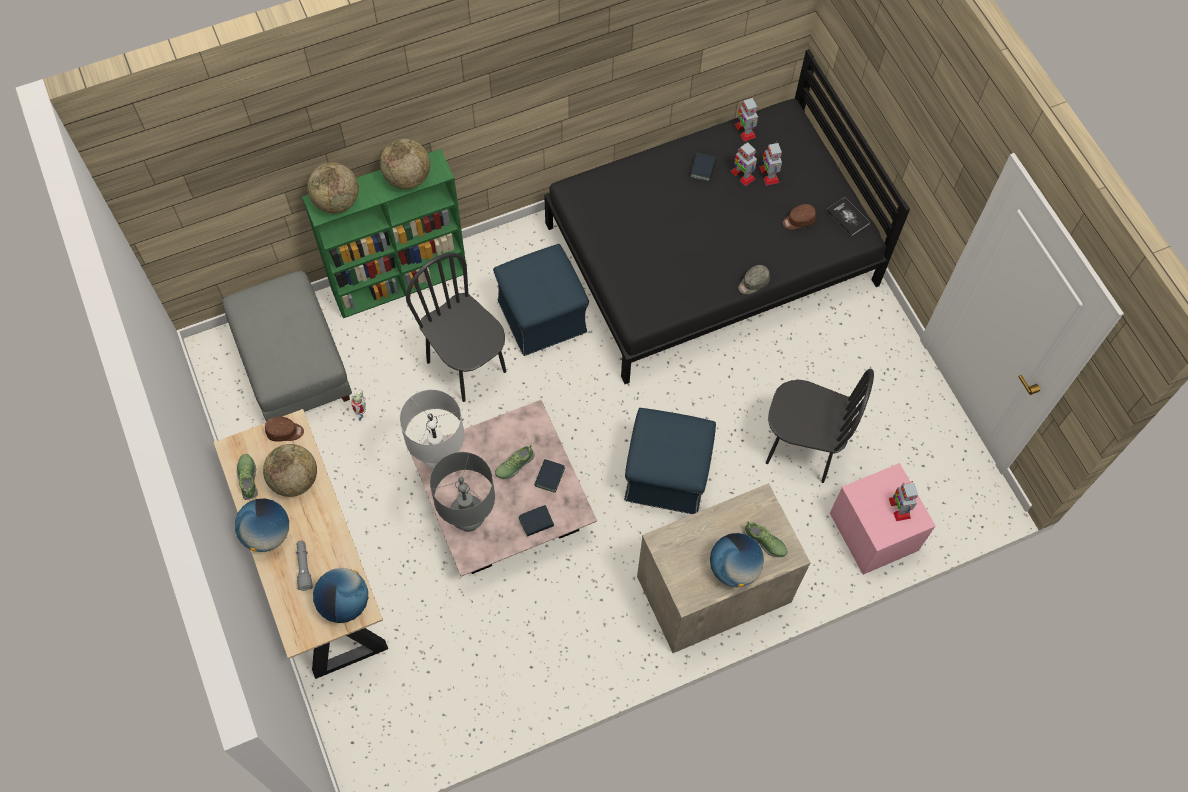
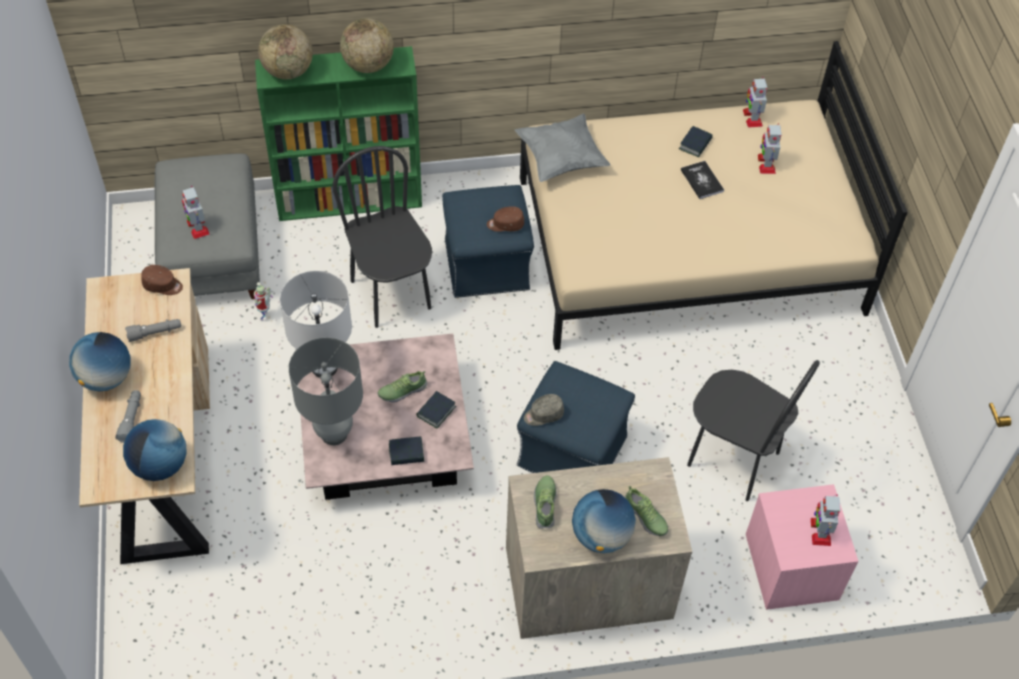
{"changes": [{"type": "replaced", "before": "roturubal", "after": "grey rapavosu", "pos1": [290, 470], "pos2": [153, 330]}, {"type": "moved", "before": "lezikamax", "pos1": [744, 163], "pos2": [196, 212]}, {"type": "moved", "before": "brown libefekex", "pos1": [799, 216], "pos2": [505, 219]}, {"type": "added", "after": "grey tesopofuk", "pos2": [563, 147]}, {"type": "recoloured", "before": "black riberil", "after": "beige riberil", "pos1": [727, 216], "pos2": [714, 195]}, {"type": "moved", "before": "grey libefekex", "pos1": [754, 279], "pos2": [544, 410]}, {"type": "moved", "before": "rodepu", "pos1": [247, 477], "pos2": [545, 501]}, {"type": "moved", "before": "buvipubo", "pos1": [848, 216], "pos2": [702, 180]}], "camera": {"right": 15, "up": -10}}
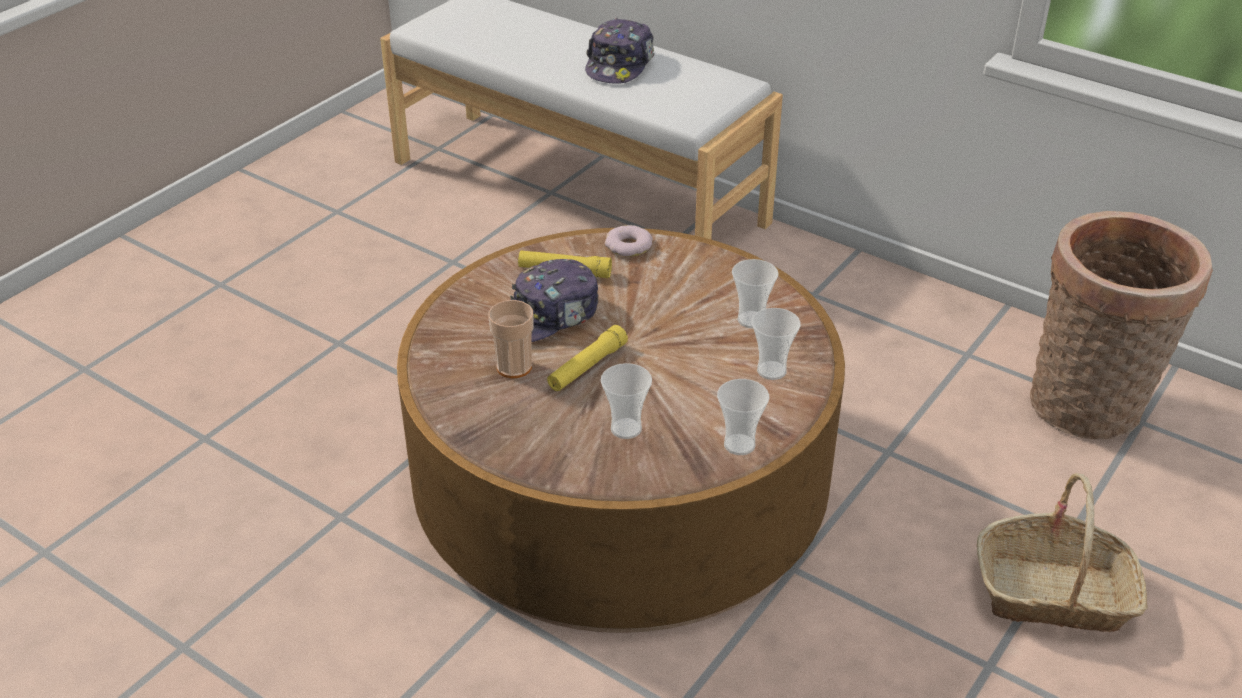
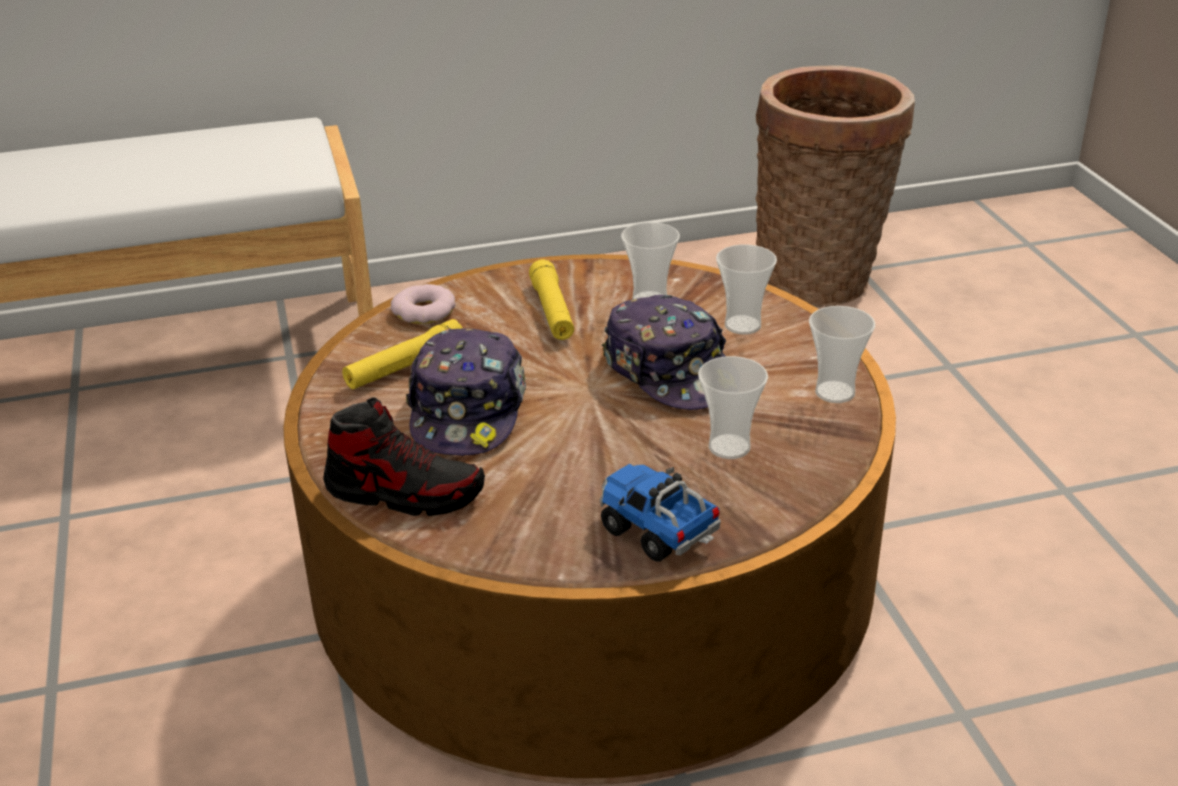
{"changes": [{"type": "added", "after": "rodepu", "pos2": [404, 457]}, {"type": "moved", "before": "yellow rapavosu", "pos1": [587, 358], "pos2": [551, 300]}, {"type": "added", "after": "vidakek", "pos2": [660, 513]}, {"type": "moved", "before": "libefekex", "pos1": [620, 51], "pos2": [664, 352]}, {"type": "removed", "before": "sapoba", "pos1": [511, 339]}, {"type": "removed", "before": "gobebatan", "pos1": [1062, 552]}], "camera": {"right": -50, "up": -5}}
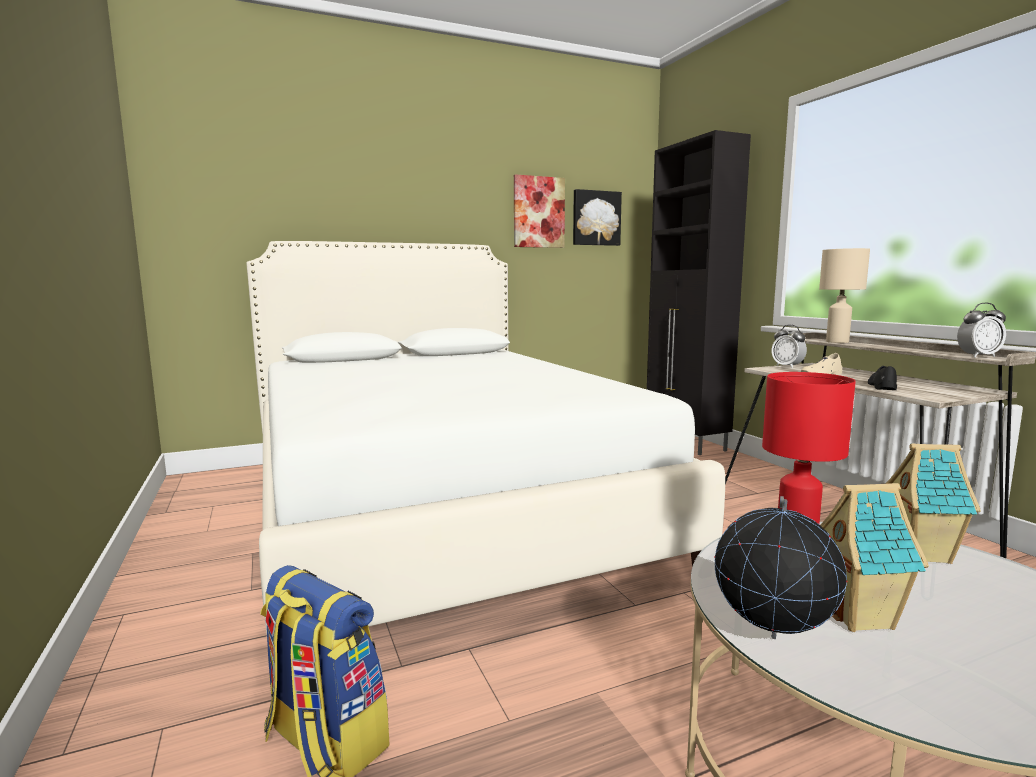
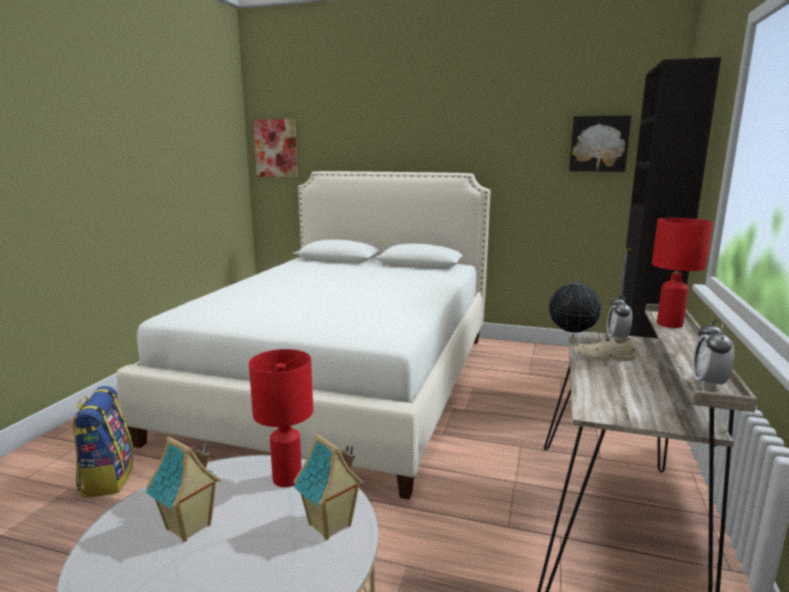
{"changes": [{"type": "moved", "before": "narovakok", "pos1": [539, 211], "pos2": [275, 148]}, {"type": "moved", "before": "roturubal", "pos1": [780, 567], "pos2": [575, 308]}, {"type": "recoloured", "before": "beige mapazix", "after": "red mapazix", "pos1": [844, 295], "pos2": [682, 273]}, {"type": "turned", "before": "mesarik", "pos1": [981, 330], "pos2": [713, 353], "turn": 75}, {"type": "removed", "before": "black rodepu", "pos1": [882, 378]}], "camera": {"right": 40, "up": 5}}
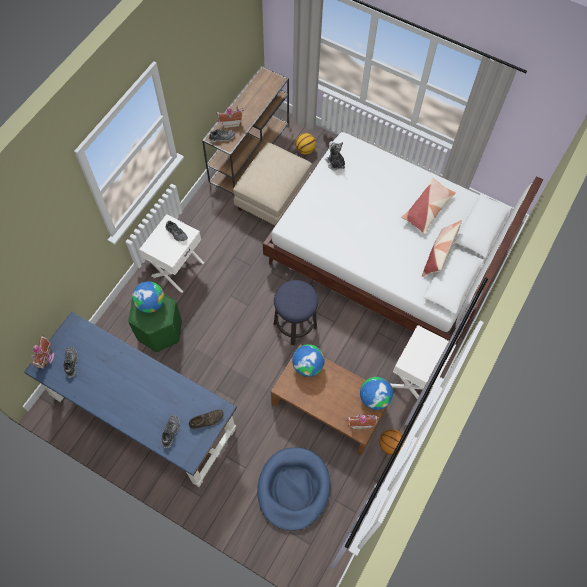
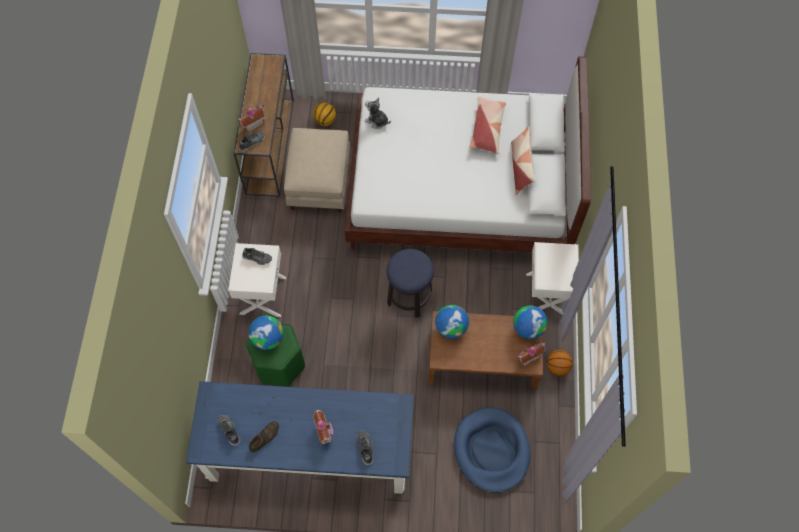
{"changes": [{"type": "moved", "before": "brown rodepu", "pos1": [206, 419], "pos2": [264, 437]}, {"type": "moved", "before": "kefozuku", "pos1": [43, 351], "pos2": [323, 426]}], "camera": {"right": -25, "up": 0}}
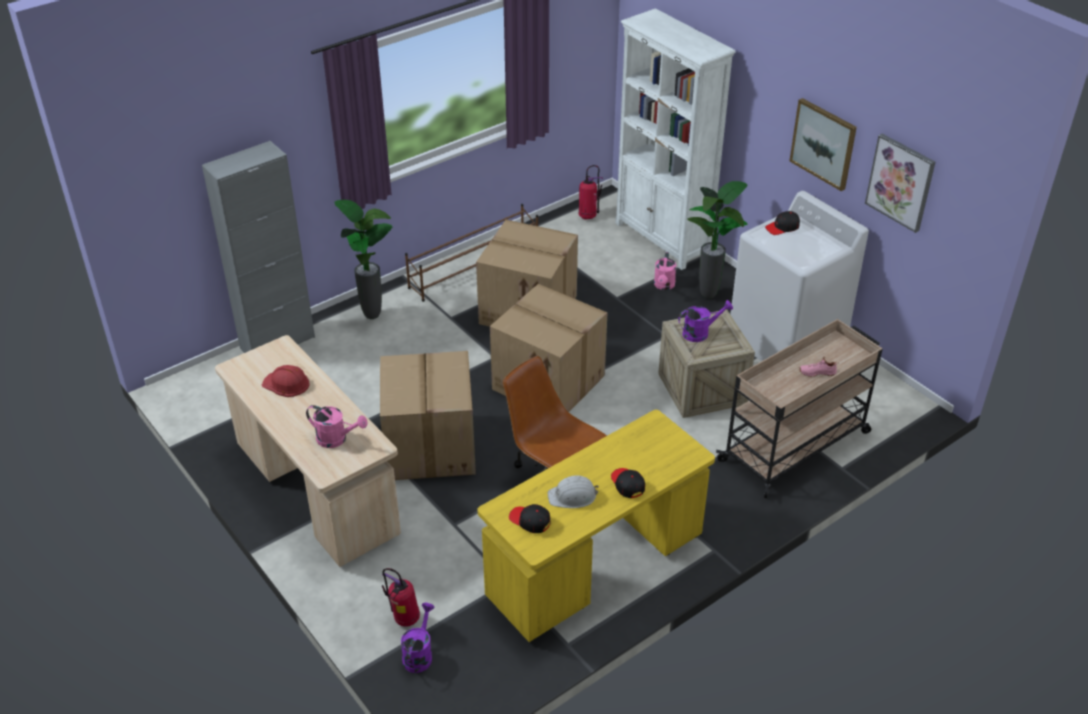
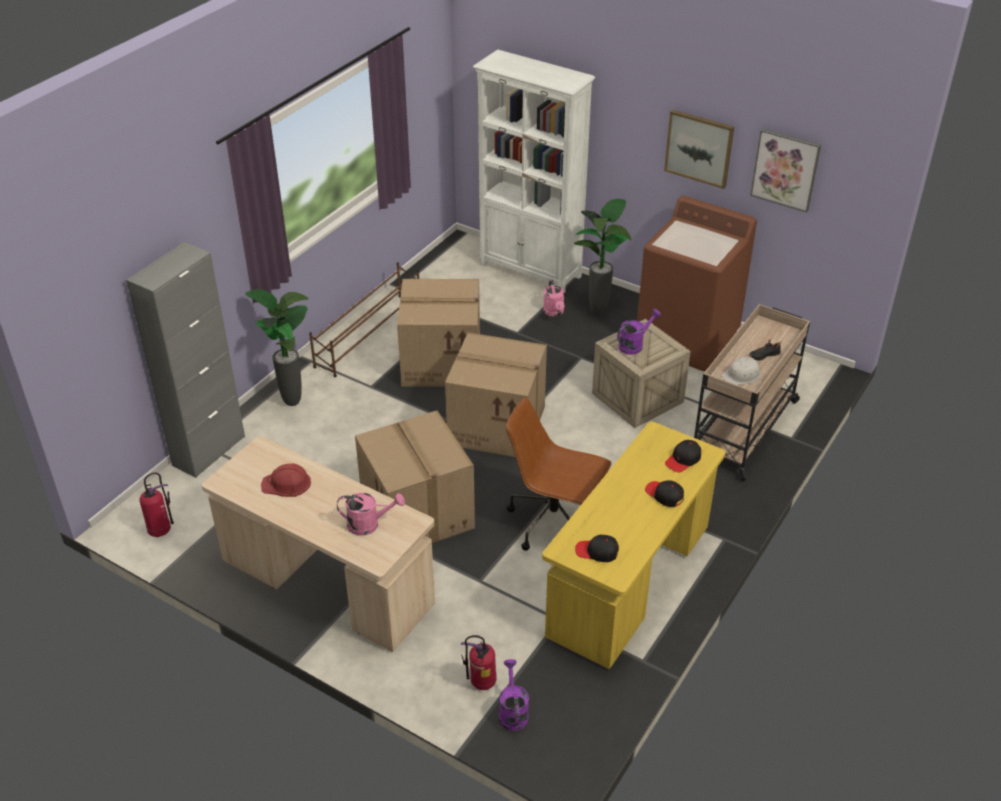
{"changes": [{"type": "moved", "before": "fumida", "pos1": [591, 192], "pos2": [157, 505]}, {"type": "recoloured", "before": "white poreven", "after": "brown poreven", "pos1": [799, 276], "pos2": [697, 283]}, {"type": "moved", "before": "black libefekex", "pos1": [782, 223], "pos2": [683, 456]}, {"type": "moved", "before": "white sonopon", "pos1": [573, 491], "pos2": [740, 371]}, {"type": "recoloured", "before": "pink rodepu", "after": "black rodepu", "pos1": [819, 366], "pos2": [765, 350]}], "camera": {"right": -20, "up": 0}}
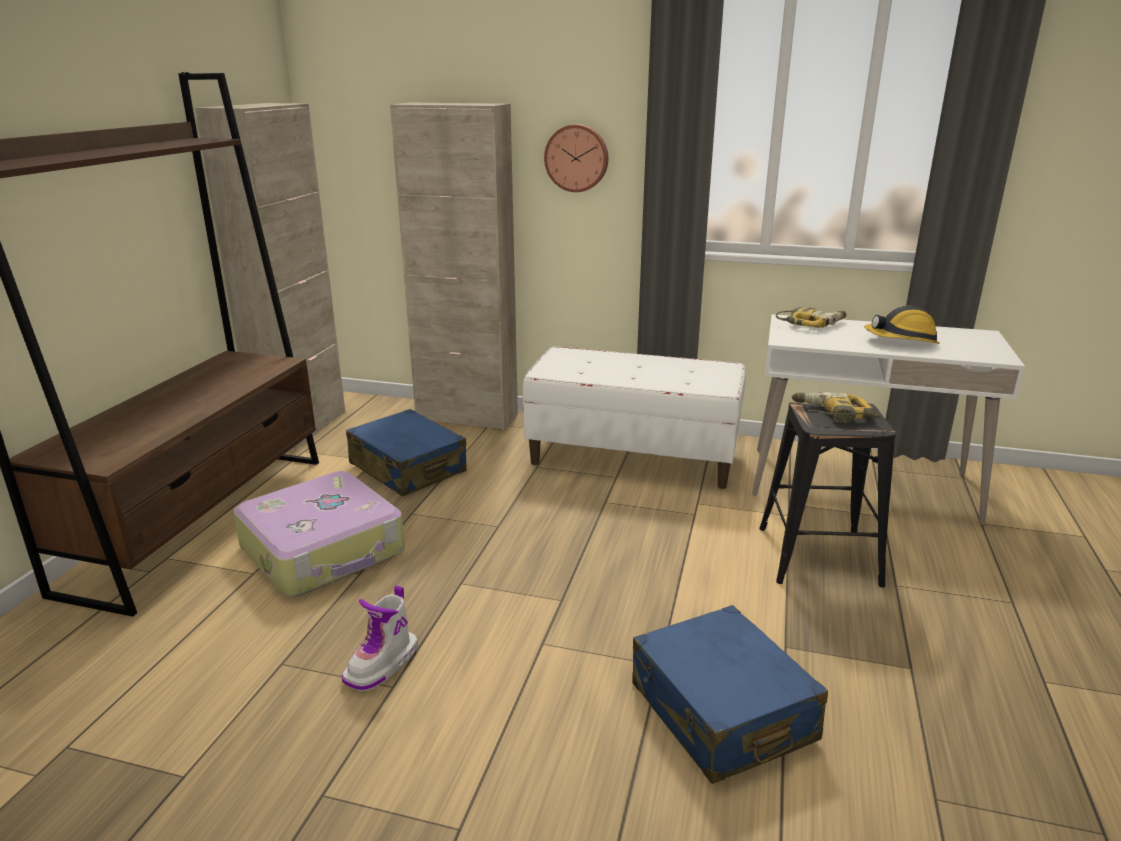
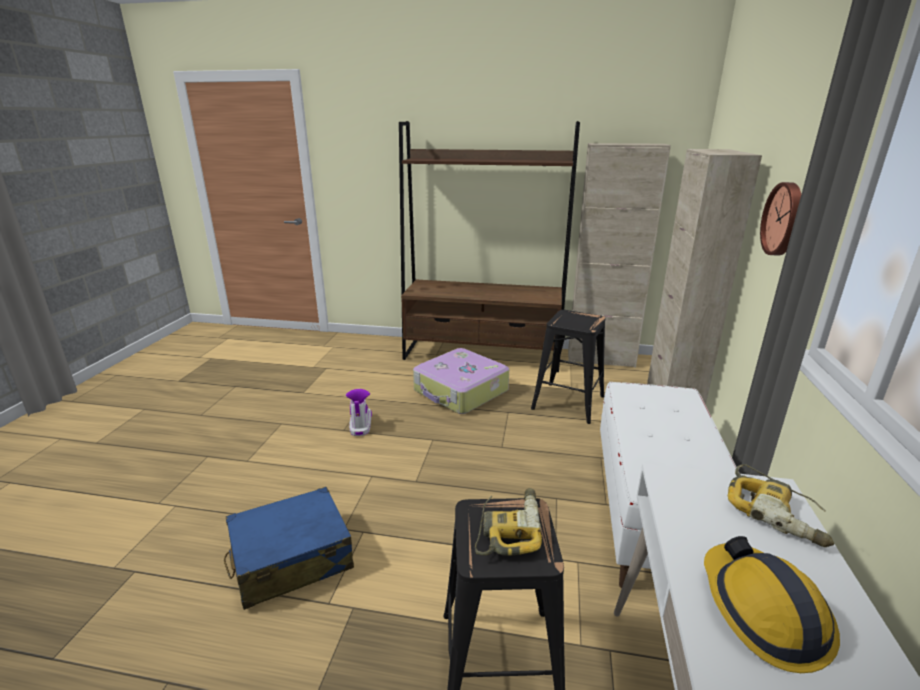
{"changes": [{"type": "turned", "before": "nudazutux", "pos1": [379, 638], "pos2": [359, 412], "turn": 60}, {"type": "replaced", "before": "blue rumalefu", "after": "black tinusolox", "pos1": [406, 452], "pos2": [568, 367]}], "camera": {"right": 85, "up": 0}}
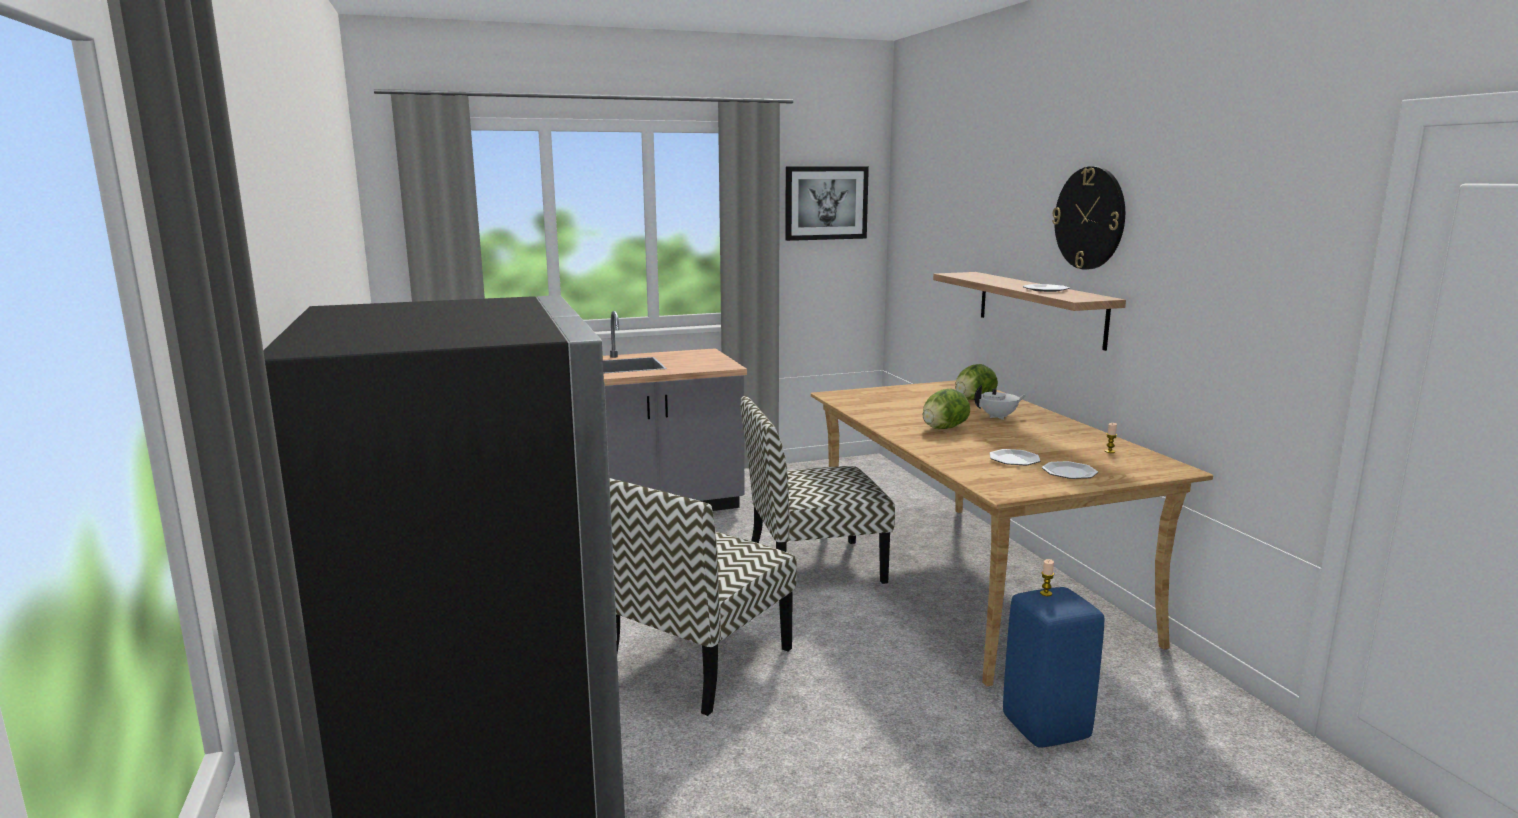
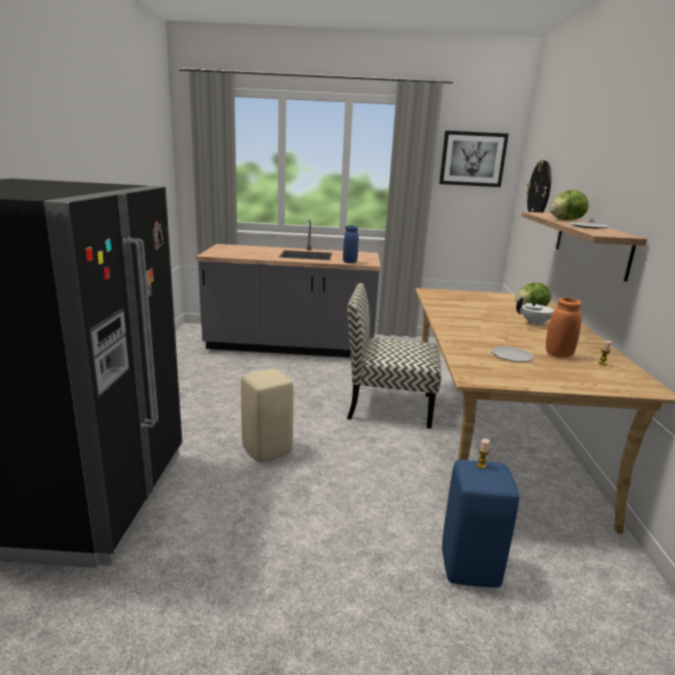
{"changes": [{"type": "replaced", "before": "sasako", "after": "beige tinusolox", "pos1": [703, 597], "pos2": [267, 416]}, {"type": "added", "after": "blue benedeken", "pos2": [351, 244]}, {"type": "moved", "before": "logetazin", "pos1": [1088, 218], "pos2": [538, 186]}, {"type": "added", "after": "orange benedeken", "pos2": [564, 327]}, {"type": "moved", "before": "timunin", "pos1": [946, 409], "pos2": [569, 205]}, {"type": "removed", "before": "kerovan", "pos1": [1070, 470]}], "camera": {"right": 20, "up": 5}}
